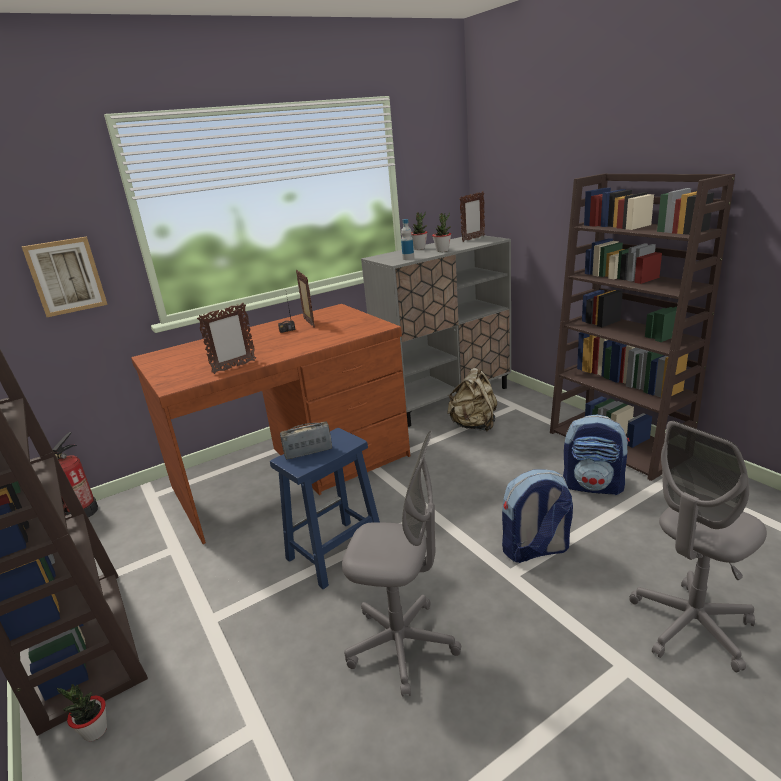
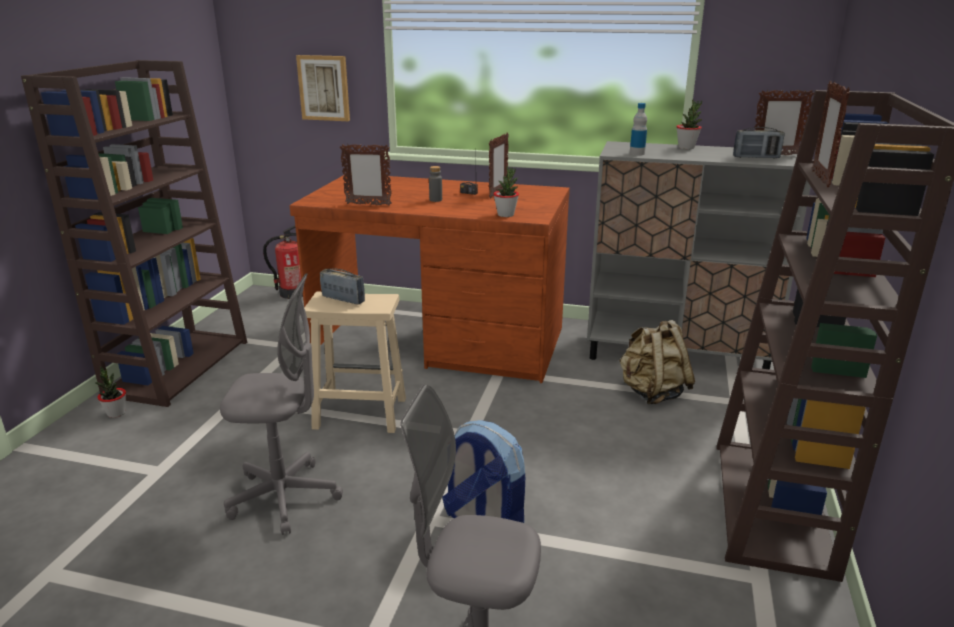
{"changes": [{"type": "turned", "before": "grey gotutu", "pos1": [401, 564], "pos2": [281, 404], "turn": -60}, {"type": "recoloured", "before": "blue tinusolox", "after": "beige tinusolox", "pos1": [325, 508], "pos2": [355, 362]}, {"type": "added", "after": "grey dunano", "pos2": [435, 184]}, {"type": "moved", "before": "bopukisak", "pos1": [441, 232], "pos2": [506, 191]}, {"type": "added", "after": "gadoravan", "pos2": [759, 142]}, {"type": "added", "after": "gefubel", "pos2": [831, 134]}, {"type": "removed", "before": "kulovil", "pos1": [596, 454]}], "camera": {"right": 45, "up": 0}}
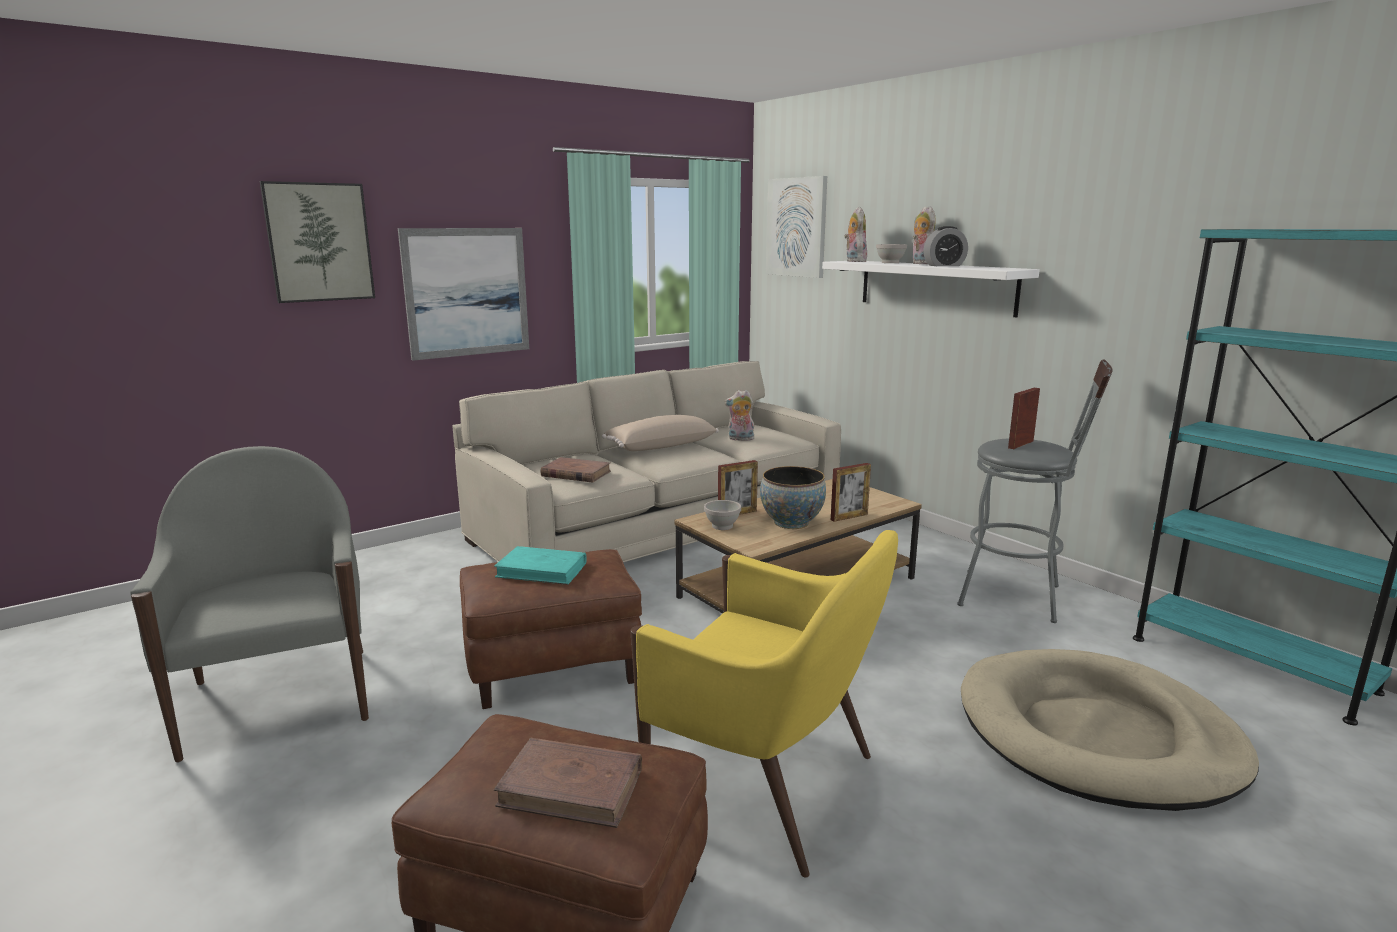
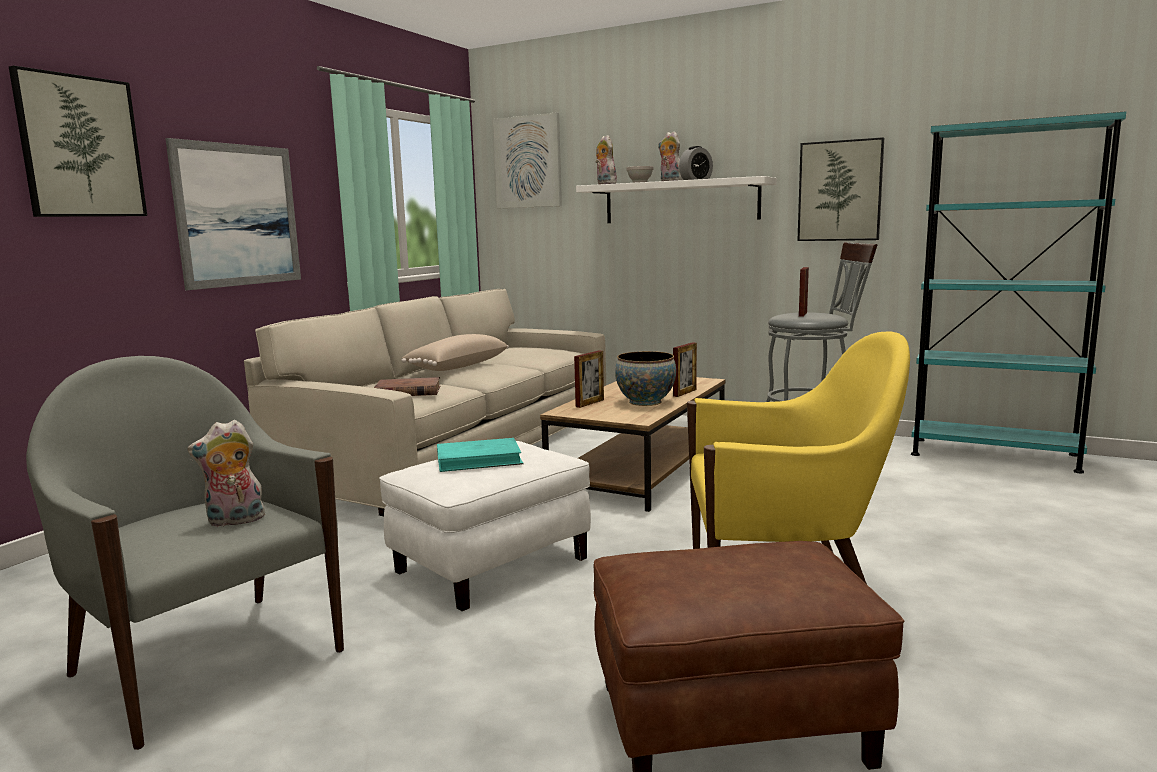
{"changes": [{"type": "moved", "before": "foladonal", "pos1": [739, 415], "pos2": [226, 473]}, {"type": "recoloured", "before": "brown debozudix", "after": "white debozudix", "pos1": [551, 629], "pos2": [485, 526]}, {"type": "added", "after": "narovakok", "pos2": [840, 189]}, {"type": "removed", "before": "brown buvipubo", "pos1": [568, 783]}, {"type": "removed", "before": "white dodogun", "pos1": [722, 515]}, {"type": "removed", "before": "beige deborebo", "pos1": [1110, 730]}], "camera": {"right": -25, "up": -5}}
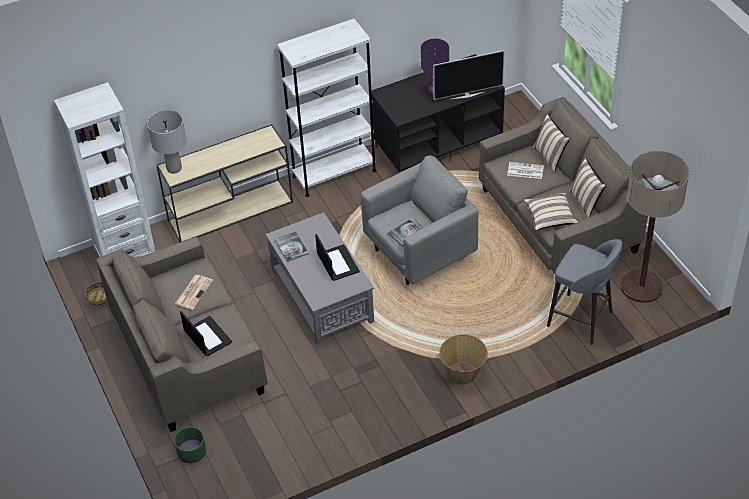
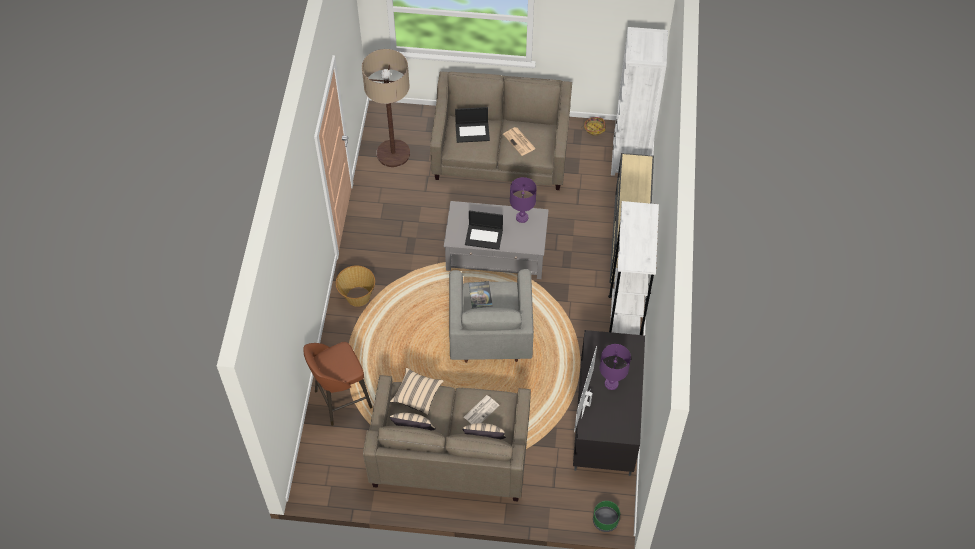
{"changes": [{"type": "recoloured", "before": "grey tinusolox", "after": "brown tinusolox", "pos1": [584, 292], "pos2": [338, 384]}, {"type": "moved", "before": "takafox", "pos1": [655, 227], "pos2": [386, 108]}, {"type": "replaced", "before": "buvipubo", "after": "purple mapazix", "pos1": [292, 247], "pos2": [523, 200]}, {"type": "moved", "before": "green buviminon", "pos1": [190, 445], "pos2": [606, 516]}, {"type": "removed", "before": "grey mapazix", "pos1": [167, 142]}], "camera": {"right": 120, "up": 10}}
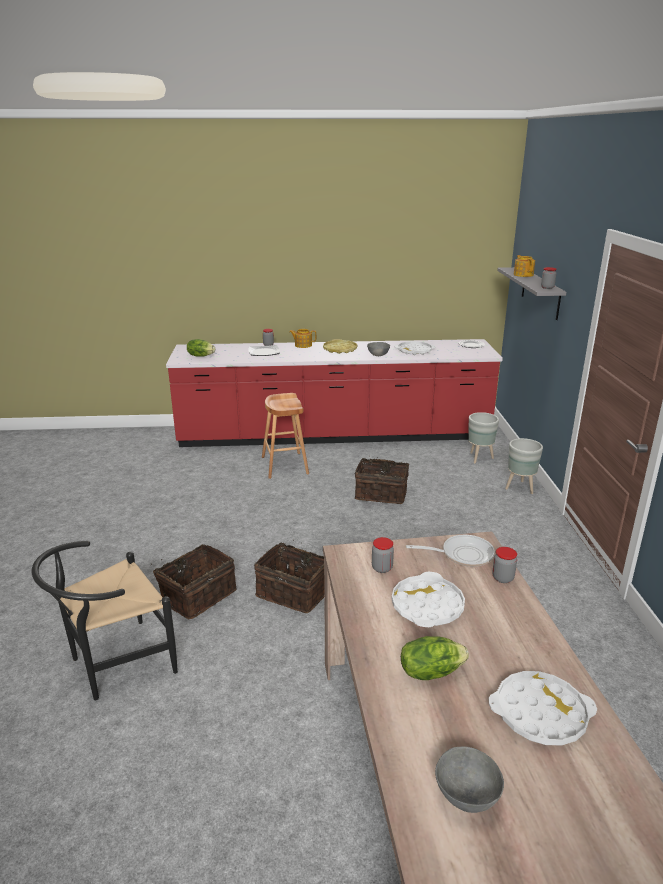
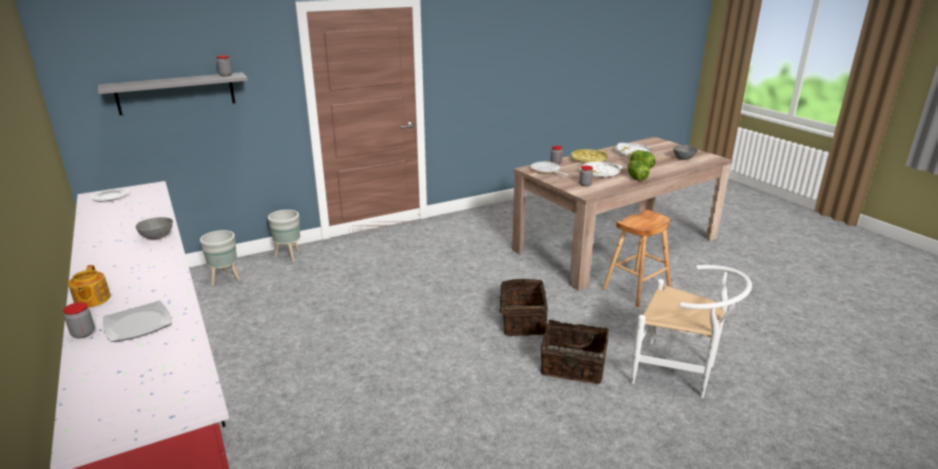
{"changes": [{"type": "moved", "before": "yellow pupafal", "pos1": [340, 346], "pos2": [589, 156]}, {"type": "moved", "before": "brown tinusolox", "pos1": [285, 436], "pos2": [636, 258]}, {"type": "moved", "before": "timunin", "pos1": [201, 348], "pos2": [639, 170]}, {"type": "recoloured", "before": "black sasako", "after": "white sasako", "pos1": [105, 620], "pos2": [691, 331]}, {"type": "removed", "before": "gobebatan", "pos1": [382, 480]}, {"type": "removed", "before": "white pupafal", "pos1": [415, 348]}, {"type": "removed", "before": "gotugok", "pos1": [524, 266]}], "camera": {"right": -115, "up": 0}}
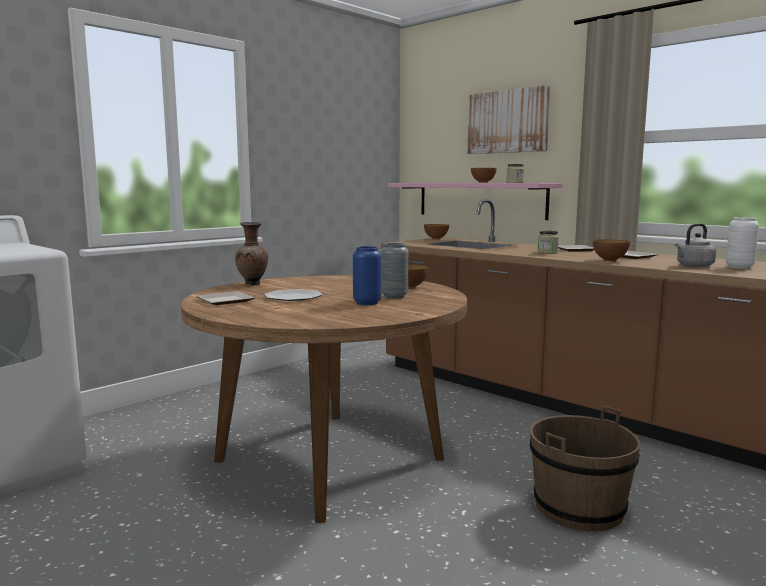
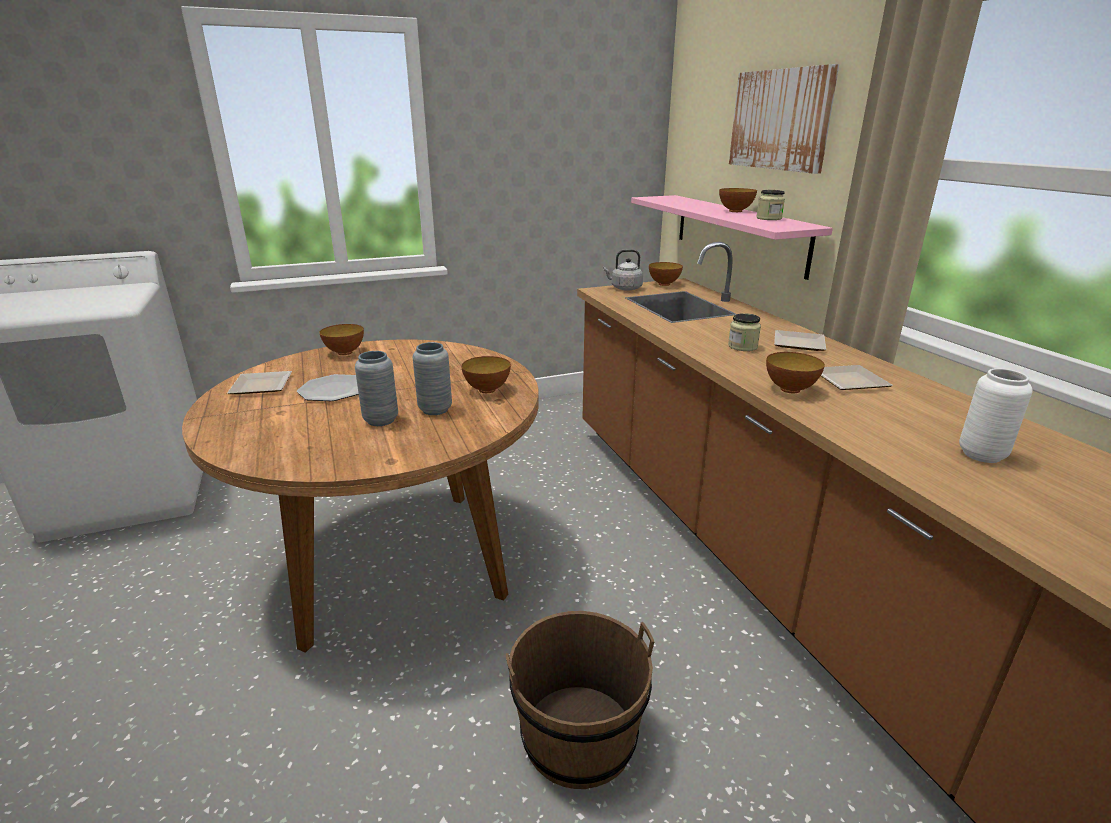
{"changes": [{"type": "replaced", "before": "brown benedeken", "after": "dodogun", "pos1": [251, 253], "pos2": [341, 339]}, {"type": "recoloured", "before": "blue benedeken", "after": "grey benedeken", "pos1": [367, 275], "pos2": [376, 388]}, {"type": "moved", "before": "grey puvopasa", "pos1": [695, 245], "pos2": [623, 270]}], "camera": {"right": 25, "up": 15}}
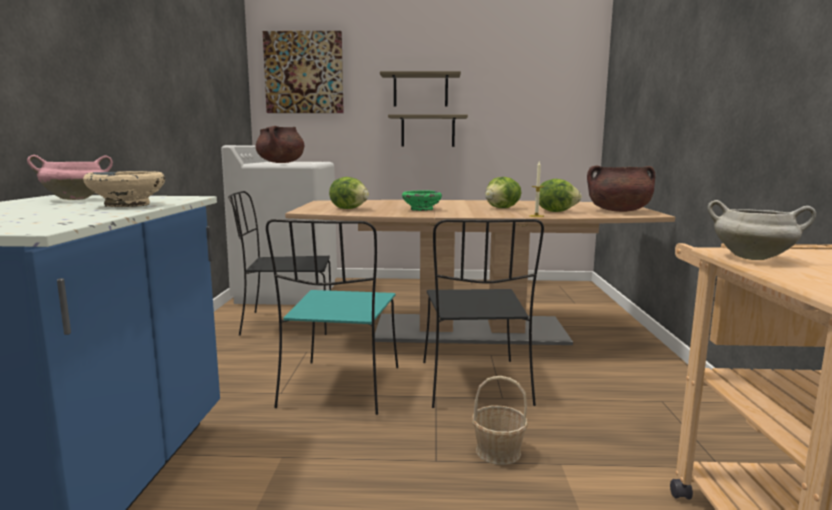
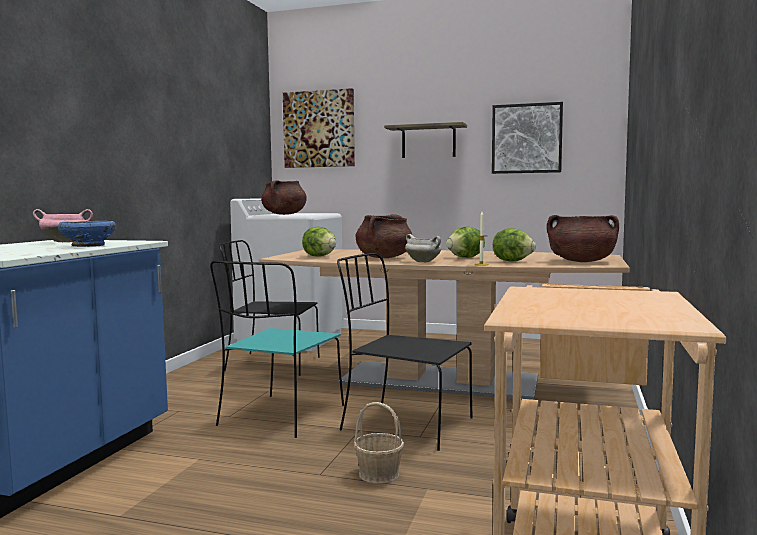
{"changes": [{"type": "recoloured", "before": "beige dodogun", "after": "blue dodogun", "pos1": [124, 189], "pos2": [87, 234]}, {"type": "turned", "before": "black sasako", "pos1": [483, 313], "pos2": [405, 352], "turn": 105}, {"type": "replaced", "before": "green dodogun", "after": "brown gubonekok", "pos1": [422, 200], "pos2": [384, 236]}, {"type": "moved", "before": "white gubonekok", "pos1": [761, 230], "pos2": [423, 248]}, {"type": "added", "after": "narovakok", "pos2": [527, 138]}, {"type": "removed", "before": "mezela", "pos1": [428, 130]}], "camera": {"right": 15, "up": -5}}
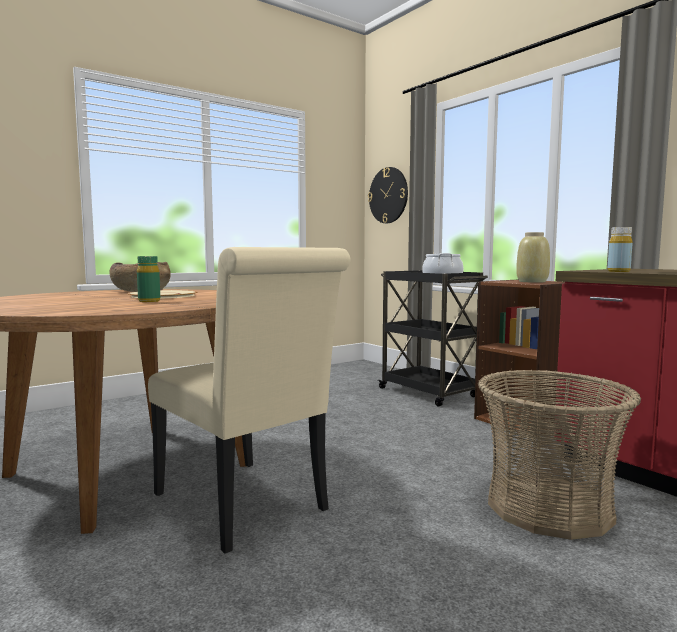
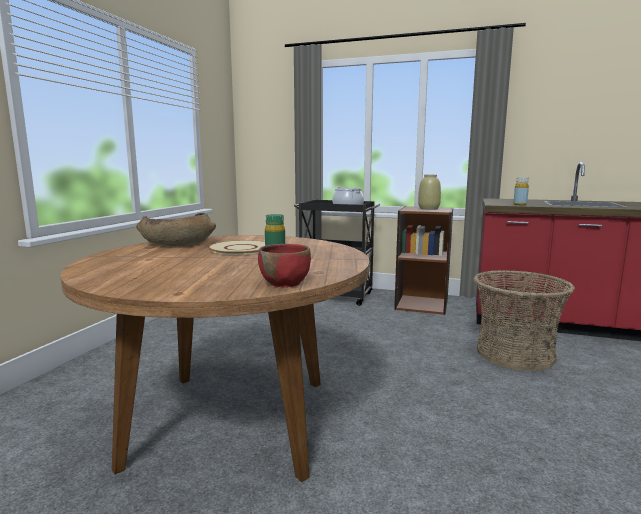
{"changes": [{"type": "added", "after": "red dodogun", "pos2": [284, 265]}, {"type": "removed", "before": "beige sasako", "pos1": [249, 400]}, {"type": "removed", "before": "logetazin", "pos1": [388, 195]}], "camera": {"right": -35, "up": 5}}
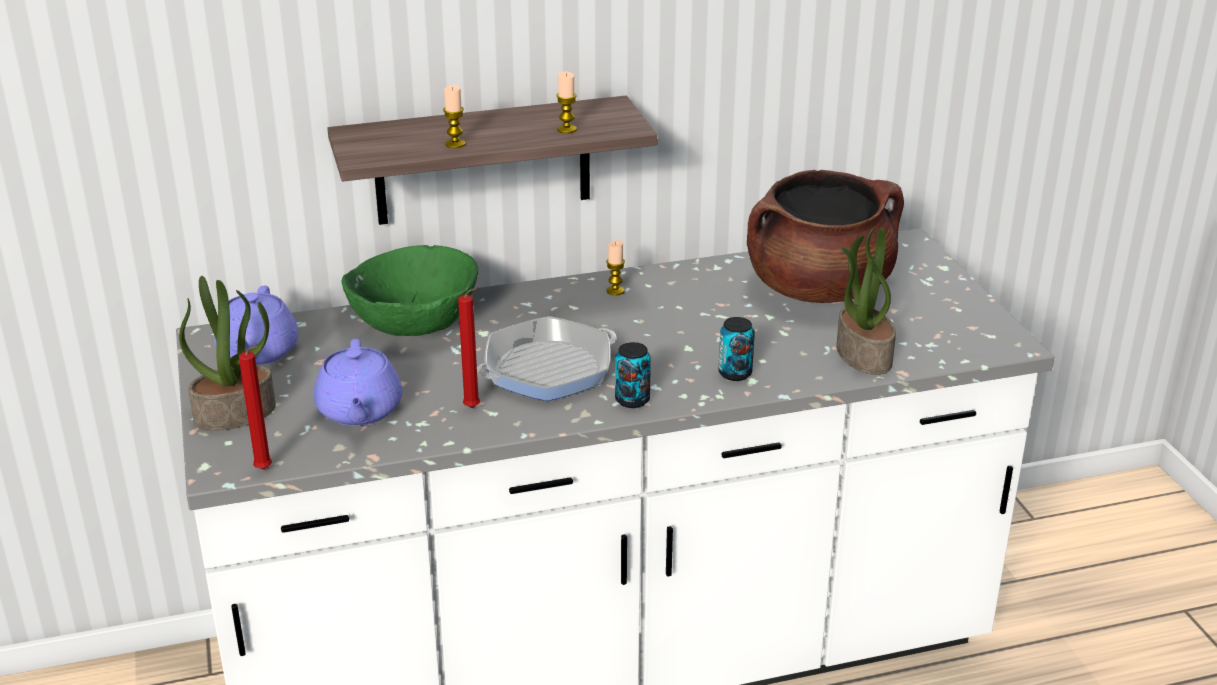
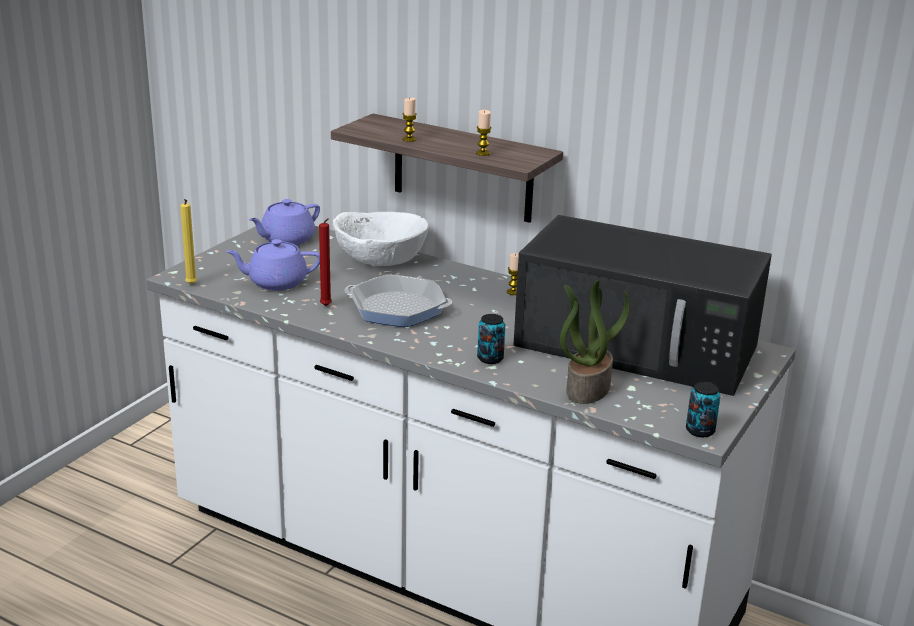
{"changes": [{"type": "recoloured", "before": "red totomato", "after": "yellow totomato", "pos1": [255, 408], "pos2": [188, 242]}, {"type": "turned", "before": "purple gotugok", "pos1": [358, 382], "pos2": [273, 265], "turn": 45}, {"type": "recoloured", "before": "green dodogun", "after": "white dodogun", "pos1": [409, 290], "pos2": [381, 239]}, {"type": "replaced", "before": "brown gubonekok", "after": "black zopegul", "pos1": [825, 236], "pos2": [642, 305]}, {"type": "moved", "before": "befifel", "pos1": [633, 375], "pos2": [703, 409]}, {"type": "removed", "before": "bopukisak", "pos1": [227, 353]}], "camera": {"right": 45, "up": -5}}
